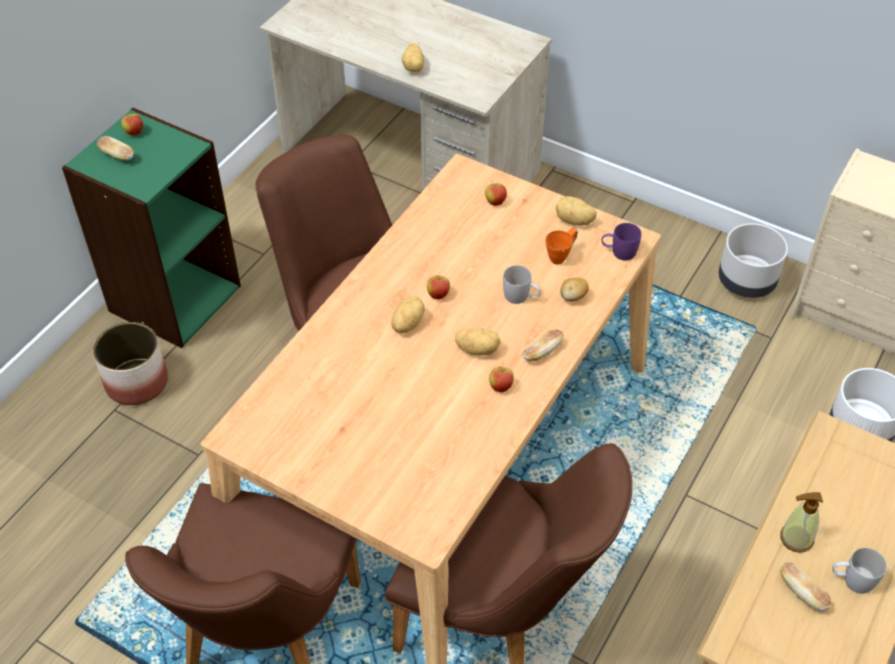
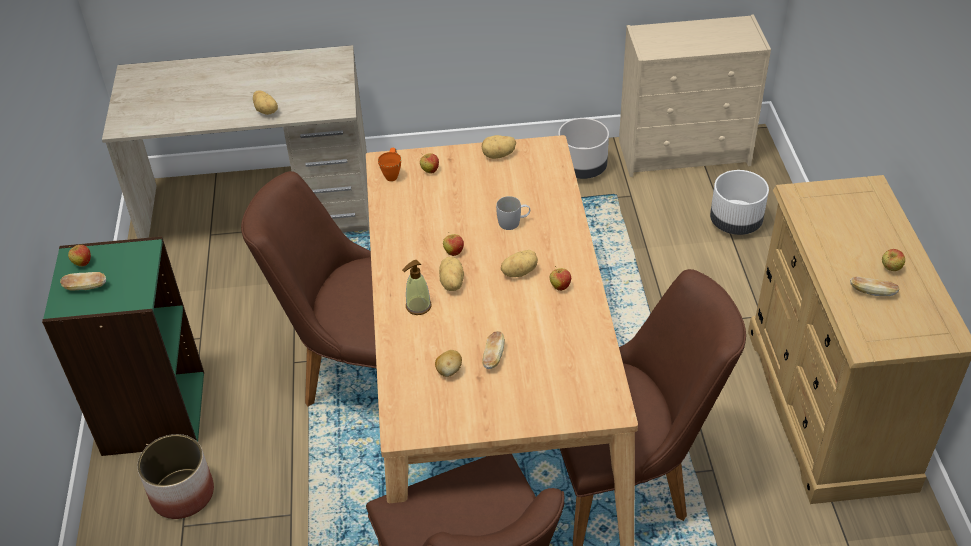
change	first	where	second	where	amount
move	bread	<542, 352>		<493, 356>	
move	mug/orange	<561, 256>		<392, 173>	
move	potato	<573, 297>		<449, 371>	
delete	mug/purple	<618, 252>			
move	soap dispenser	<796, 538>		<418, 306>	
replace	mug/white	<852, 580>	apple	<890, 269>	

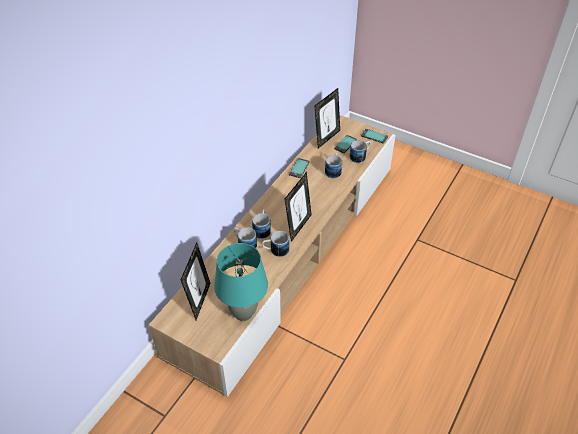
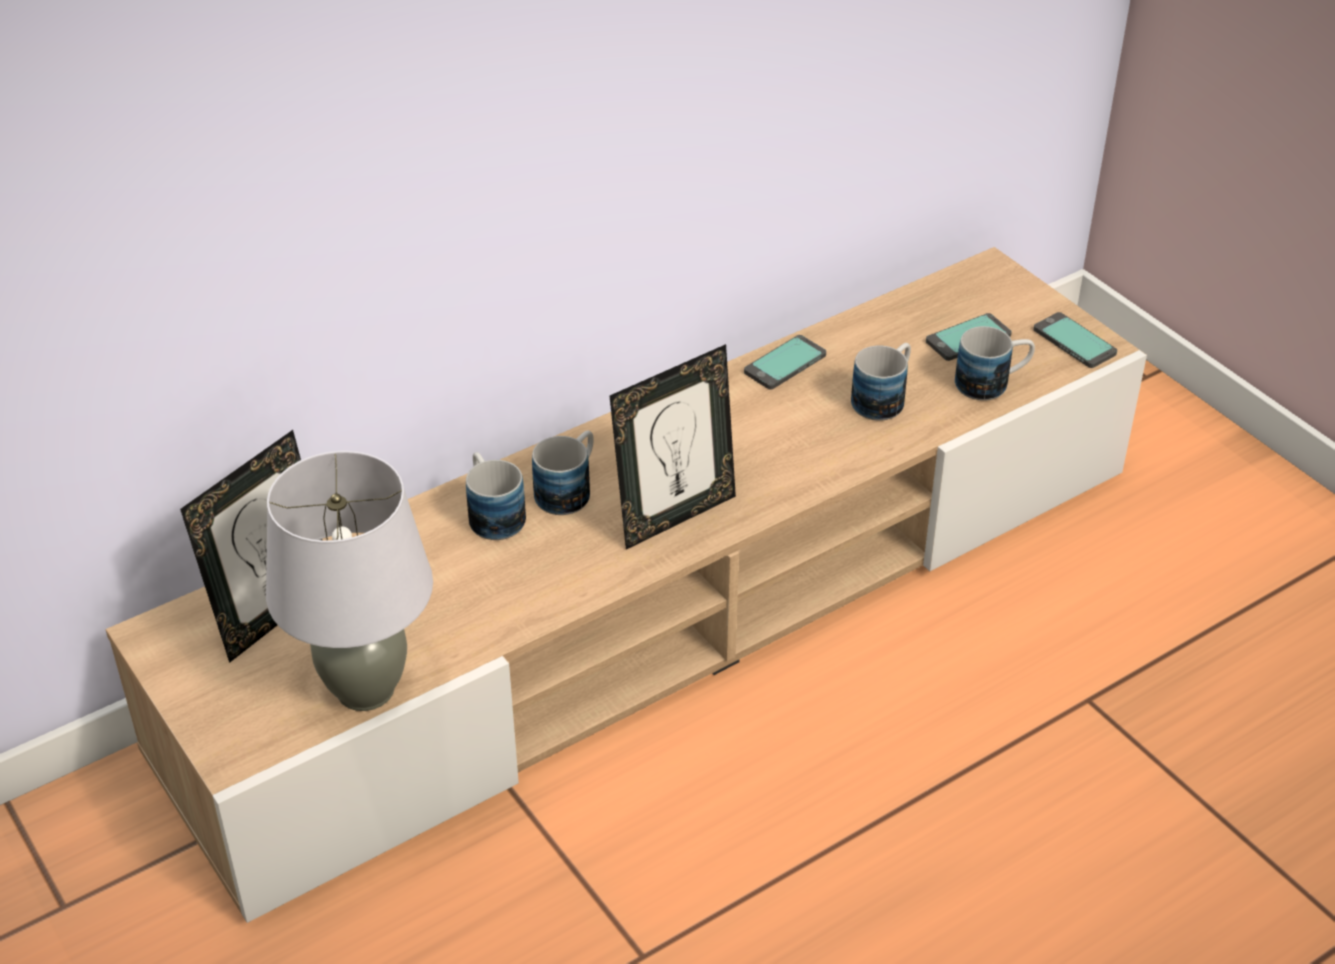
change	first	where	second	where	amount
recolor	table lamp/turquoise	<243, 313>	table lamp/grey	<366, 689>	
delete	mug	<275, 250>			
delete	picture frame	<326, 138>			

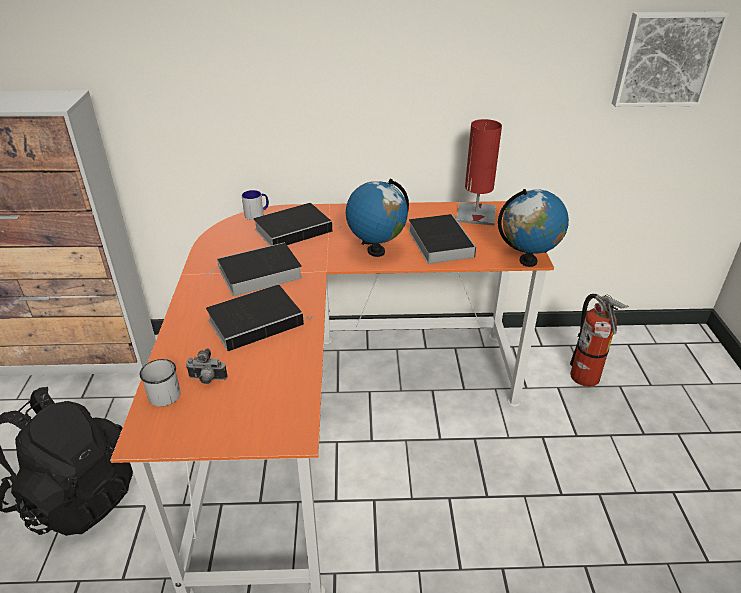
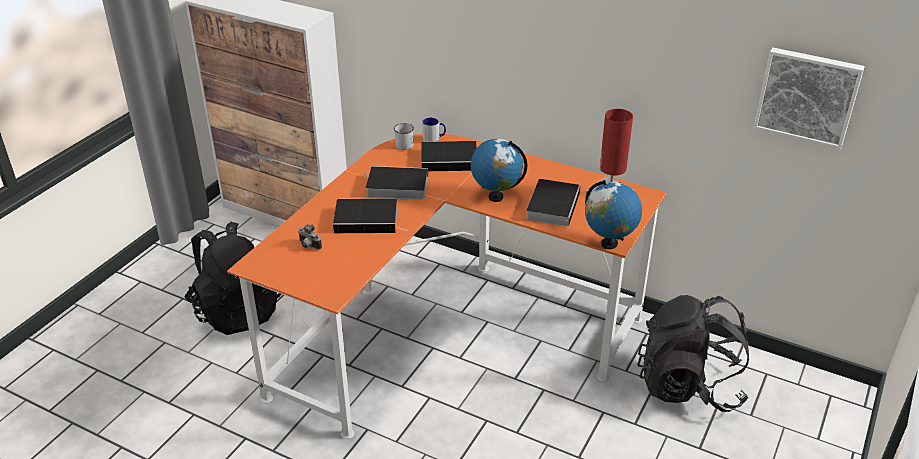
change	first	where	second	where	amount
move	mug/white	<162, 392>		<404, 143>	
replace	fire extinguisher	<585, 380>	backpack/black	<688, 386>	

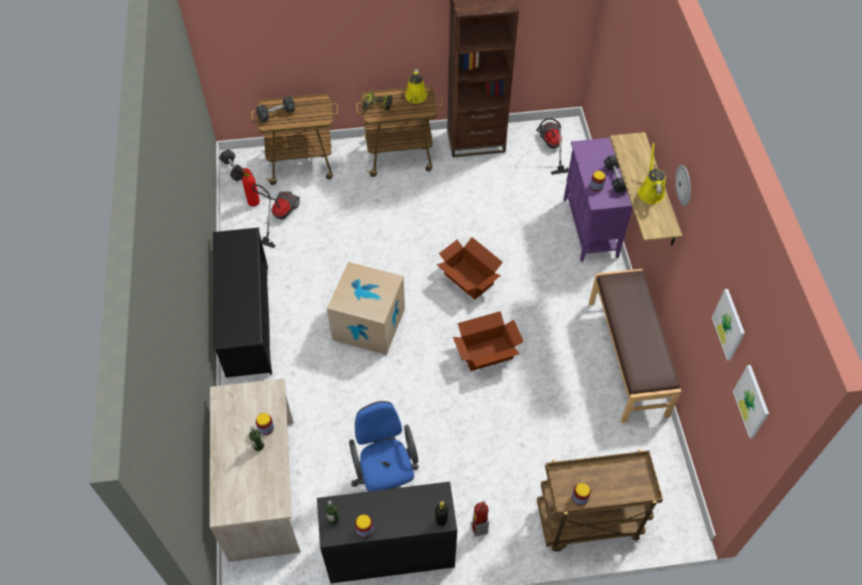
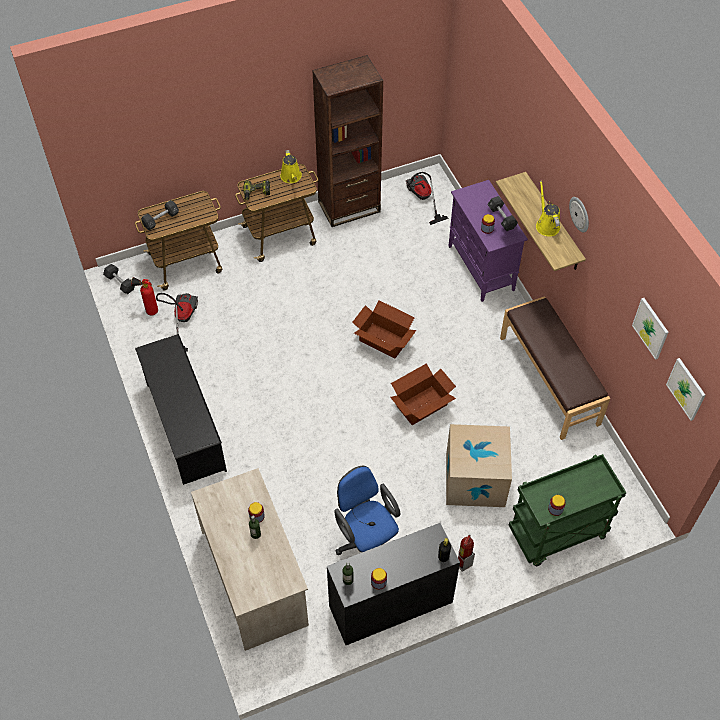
change	first	where	second	where	amount
move	cardboard box	<368, 324>		<475, 480>	
recolor	cart/brown	<587, 523>	cart/green	<557, 535>	

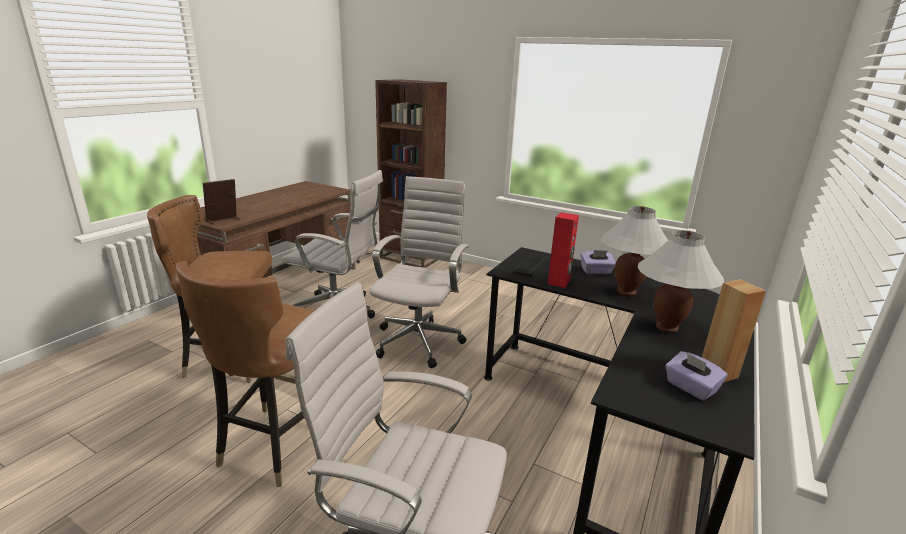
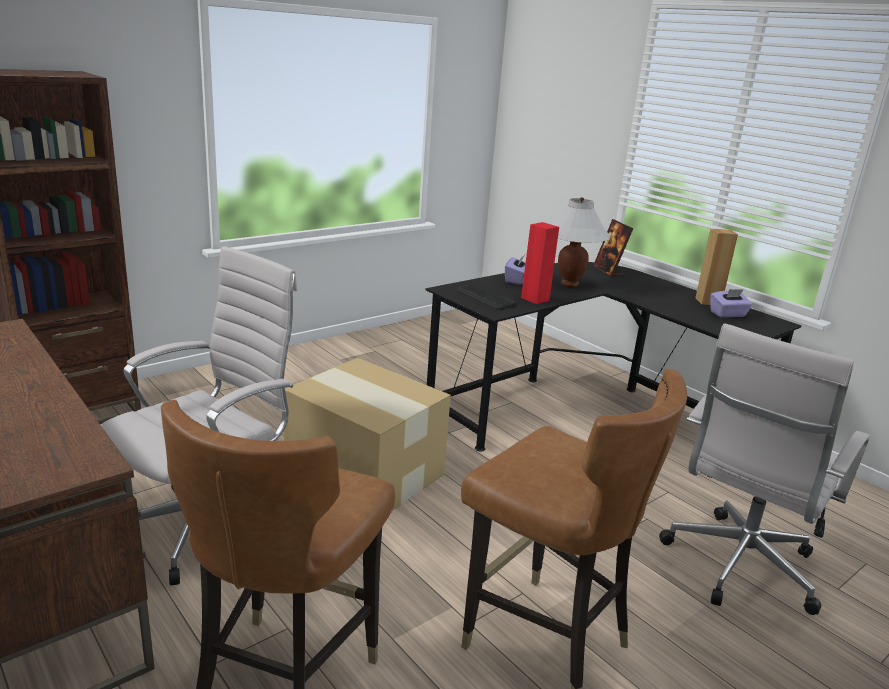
change	first	where	second	where	amount
move	picture frame	<223, 220>		<609, 271>	
replace	office chair/white	<419, 340>	cardboard box	<364, 471>	
delete	table lamp/white	<666, 328>			

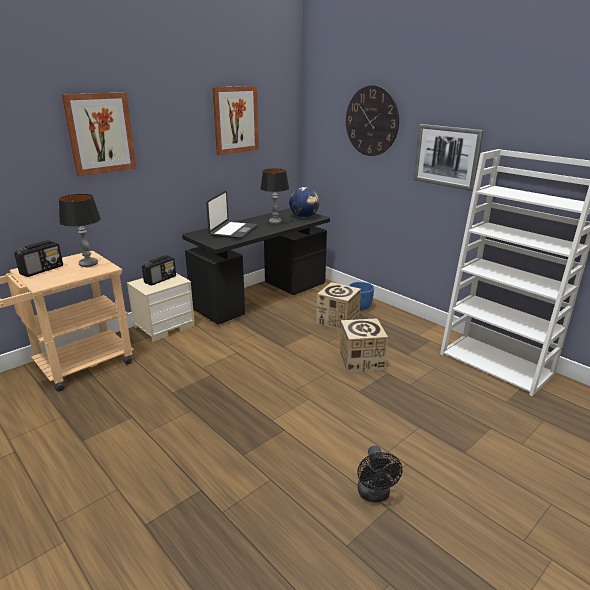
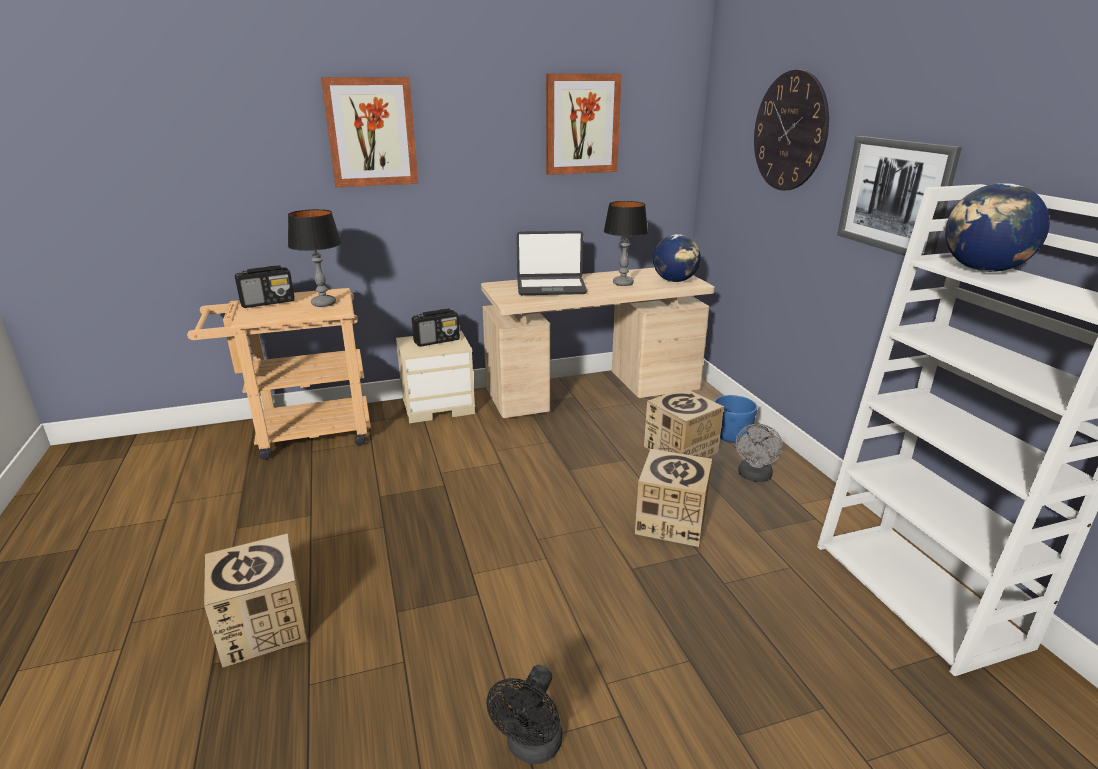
change	first	where	second	where	amount
recolor	desk/black	<261, 297>	desk/beige	<593, 392>	
rotate	laptop	<233, 231>		<551, 287>	45 degrees clockwise
insert			cardboard box	<263, 626>	
insert			fan/grey	<754, 477>	
insert			globe	<983, 270>	

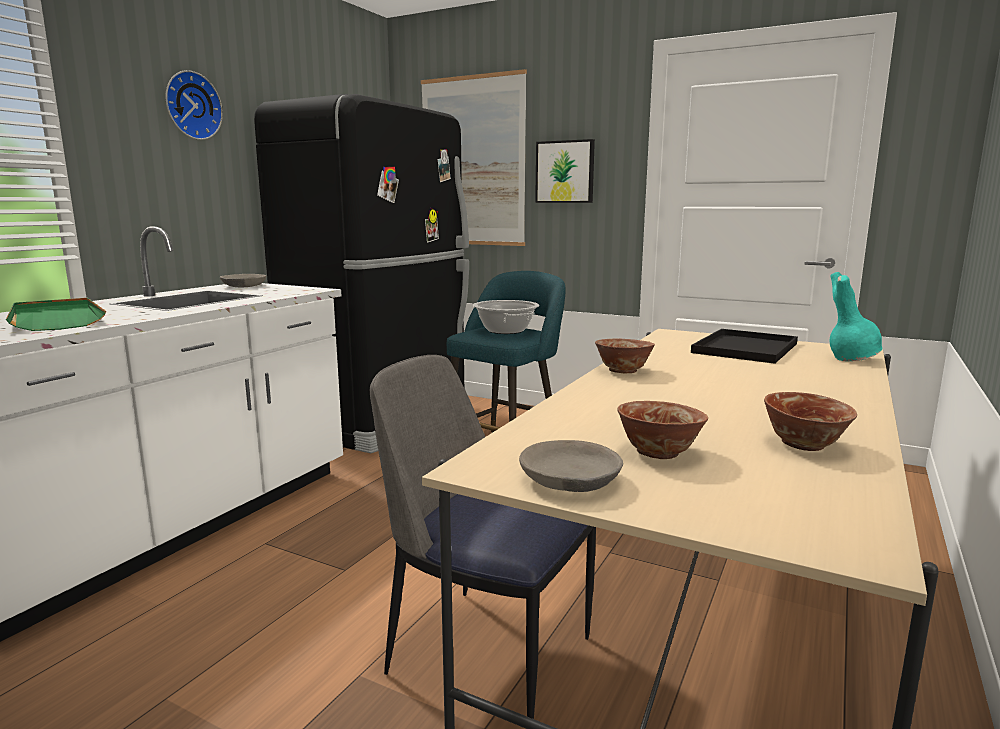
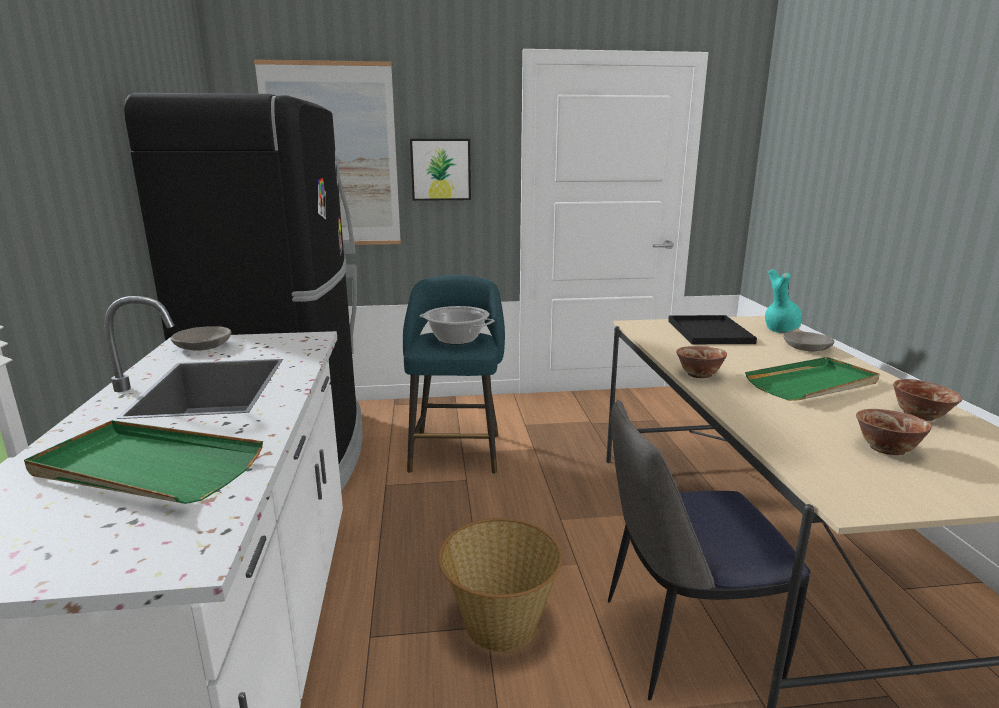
change	first	where	second	where	amount
delete	wall clock	<191, 106>			
move	bowl/grey	<570, 481>		<807, 348>	
insert			basket	<499, 624>	
insert			tray/green	<813, 383>	

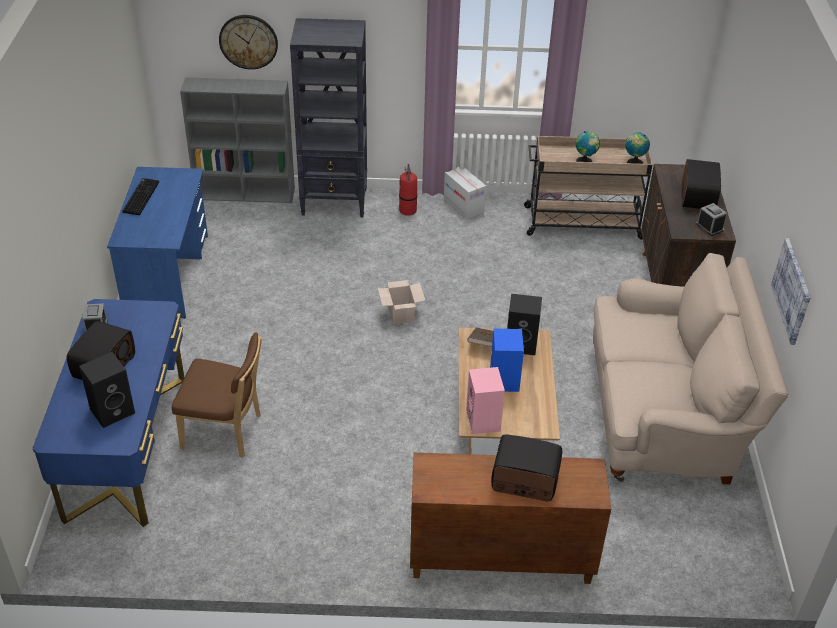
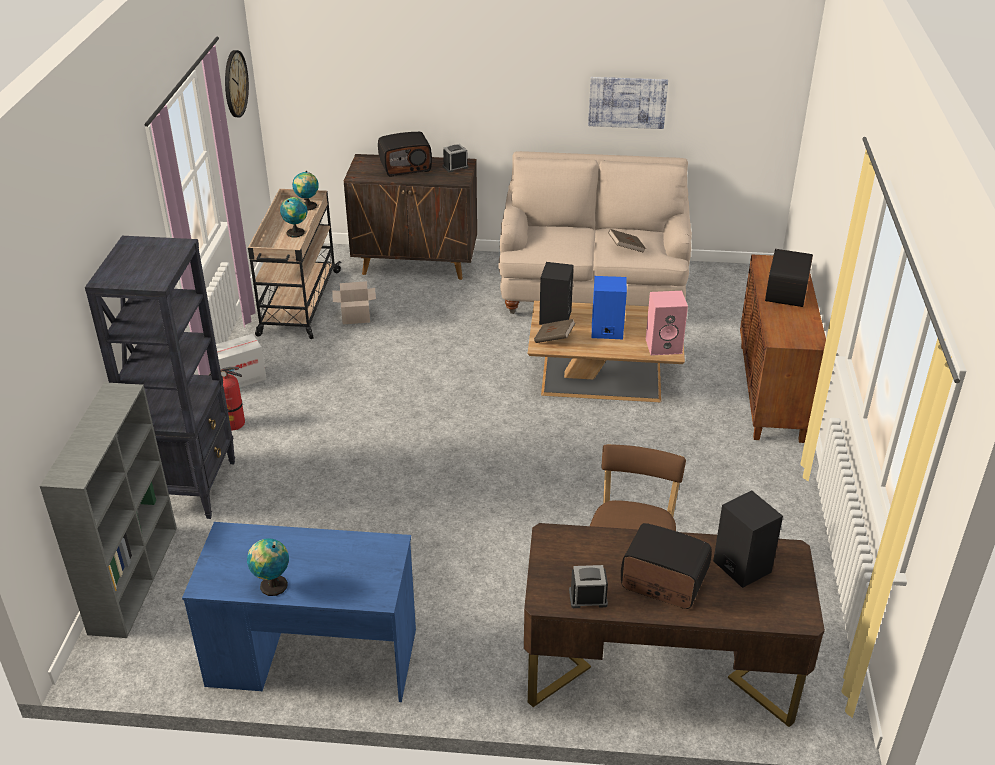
change	first	where	second	where	amount
recolor	desk/blue	<127, 446>	desk/brown	<658, 672>	
replace	keyboard	<140, 197>	globe	<271, 585>	
move	wall clock	<248, 41>		<235, 84>	
move	cardboard box	<400, 314>		<355, 317>	
rotate	radio	<696, 196>		<405, 167>	150 degrees clockwise
insert			book/brown	<626, 248>	

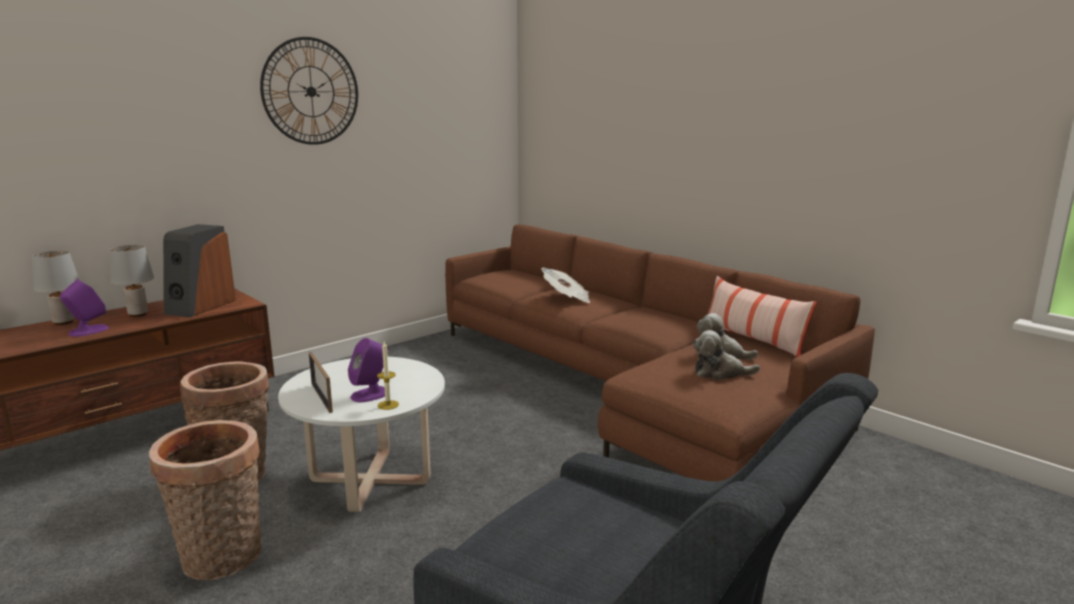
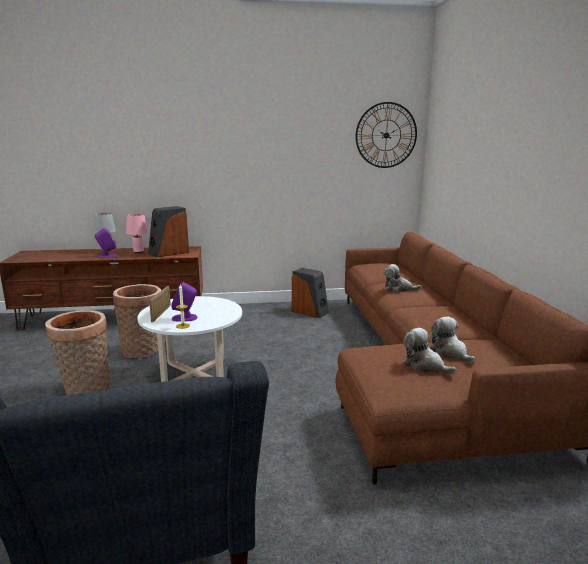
change	first	where	second	where	amount
recolor	table lamp/grey	<137, 314>	table lamp/pink	<138, 252>	
move	wall clock	<311, 91>		<386, 135>	
replace	newspaper	<567, 298>	plush toy	<398, 289>	
delete	pillow	<753, 340>			
insert			speaker	<310, 311>	

